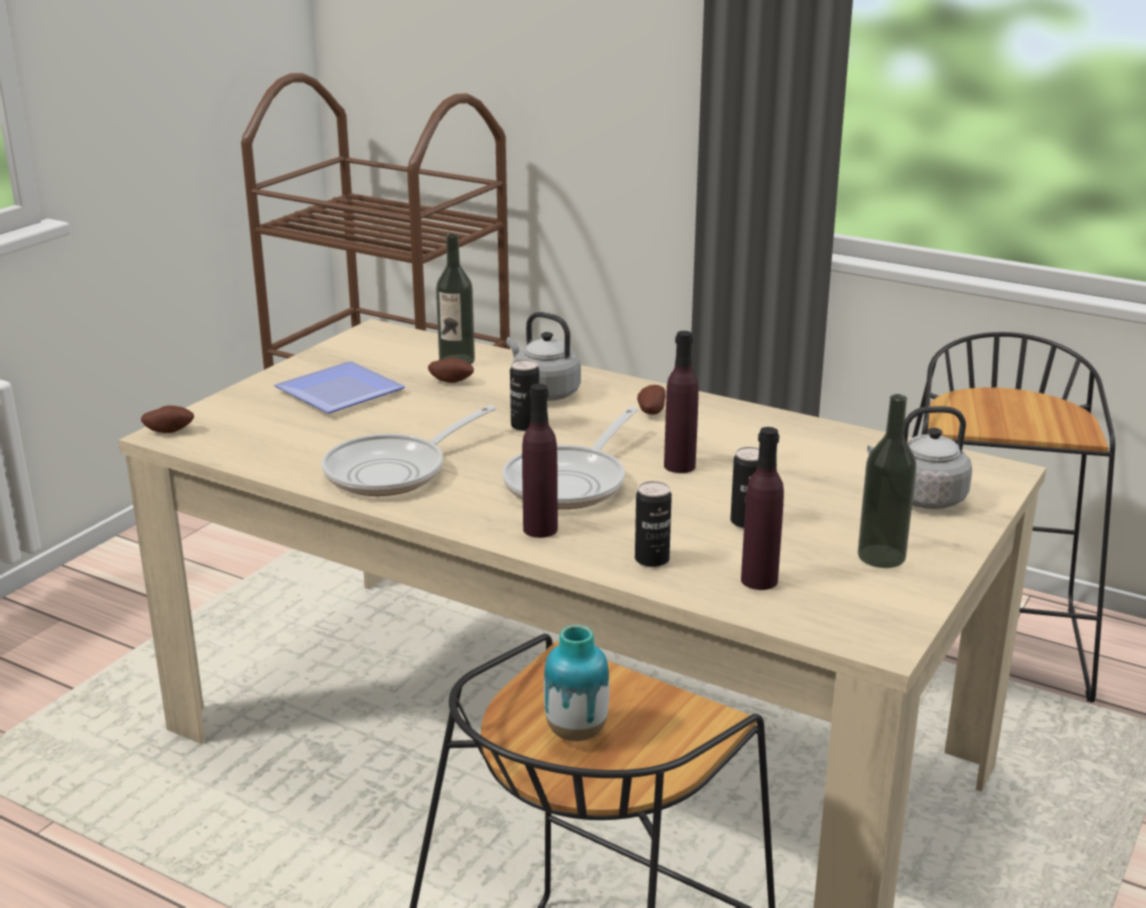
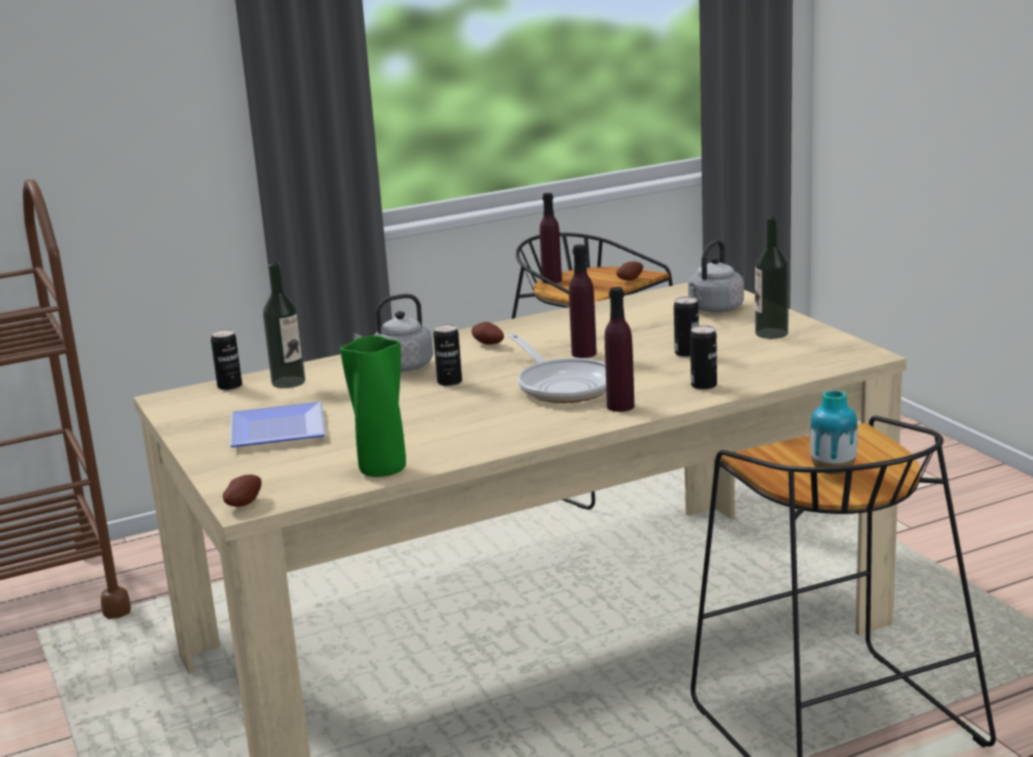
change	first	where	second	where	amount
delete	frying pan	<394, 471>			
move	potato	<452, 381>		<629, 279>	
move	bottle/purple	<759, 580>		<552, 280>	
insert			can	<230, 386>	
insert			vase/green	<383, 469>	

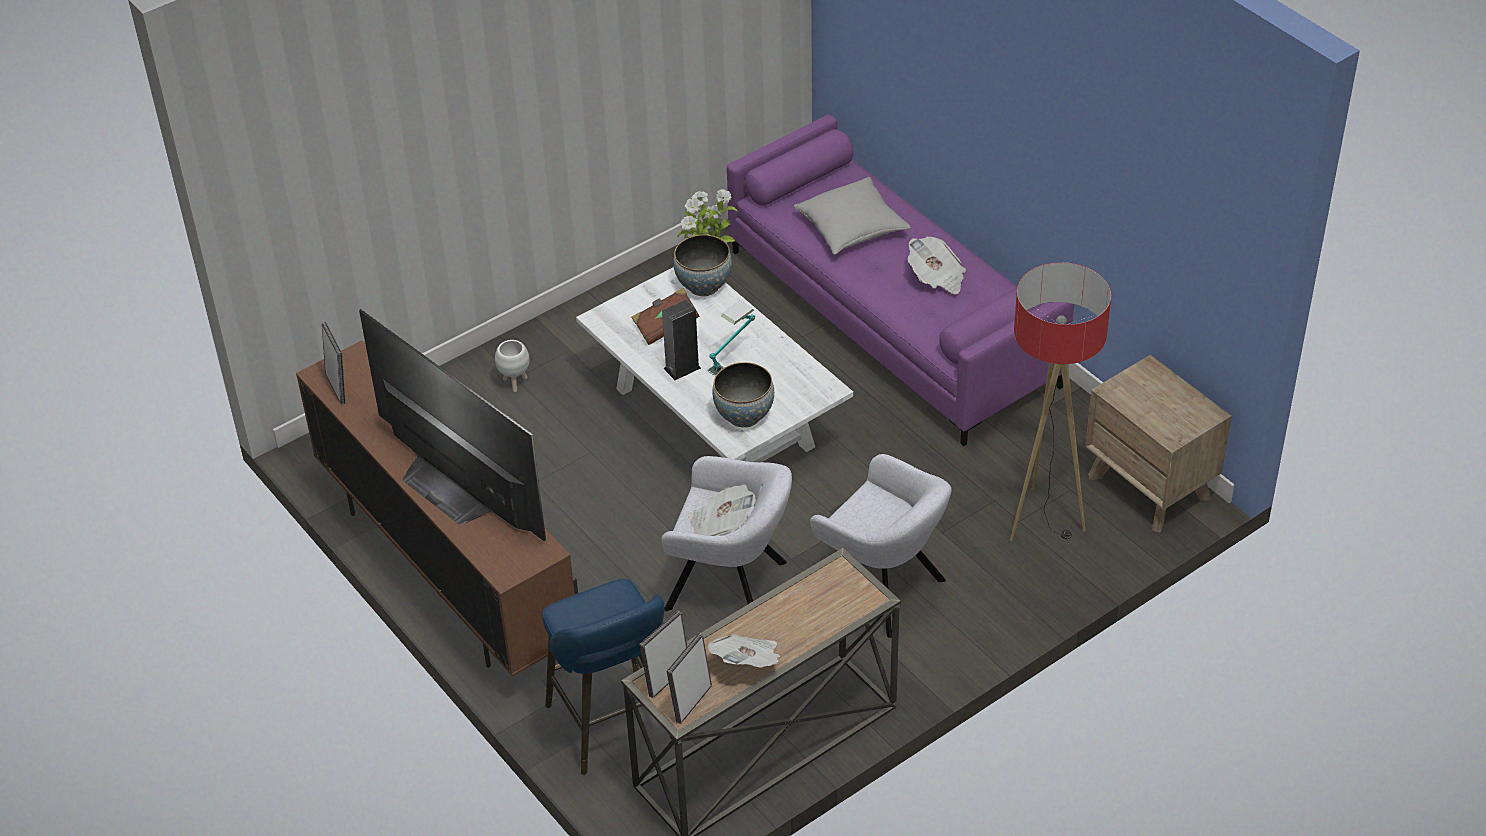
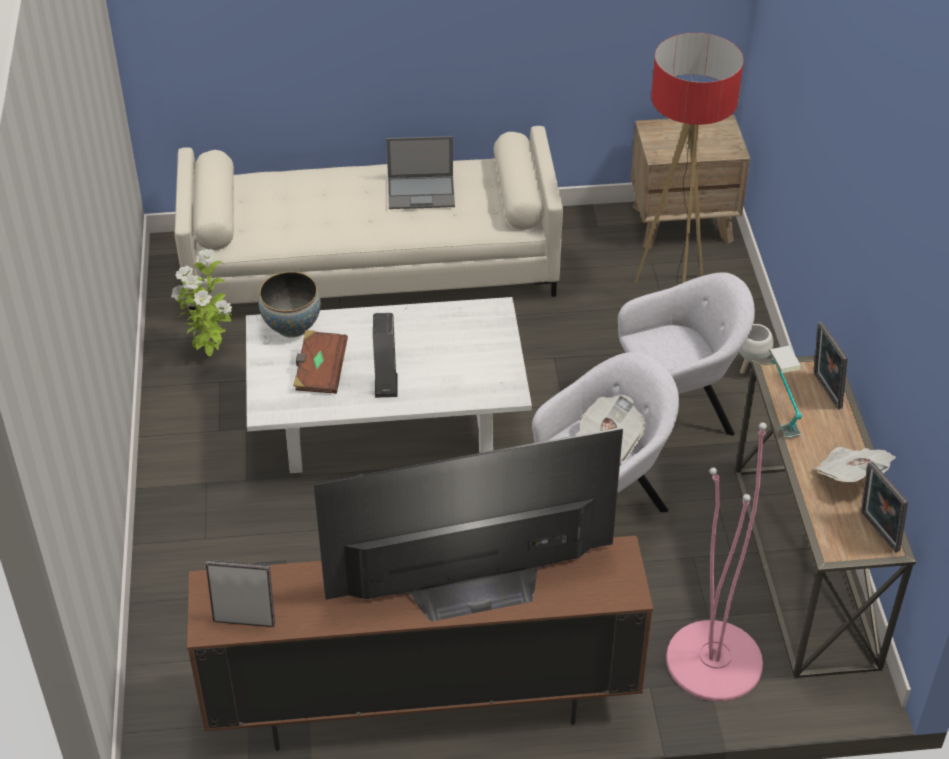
change	first	where	second	where	amount
move	planter/white	<515, 383>		<751, 368>	
replace	stool/blue	<614, 727>	floor lamp/pink	<714, 660>	
move	picture frame	<666, 678>		<824, 391>	
move	table lamp	<732, 360>		<780, 413>	
delete	bowl	<744, 416>			
recolor	sofa/purple	<894, 318>	sofa/beige	<372, 266>	
delete	pillow/grey	<851, 228>			
replace	newspaper	<936, 278>	laptop	<422, 192>	

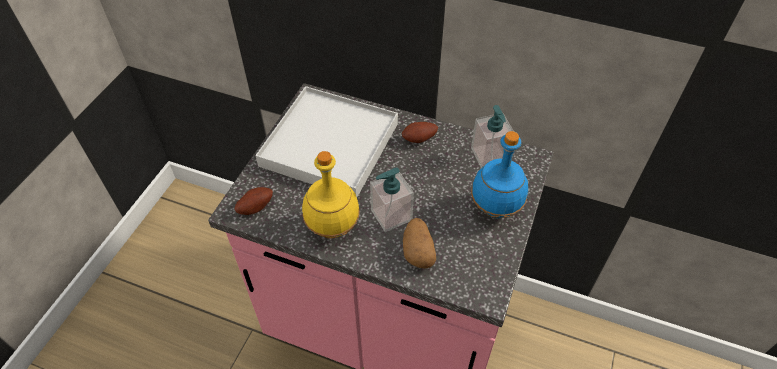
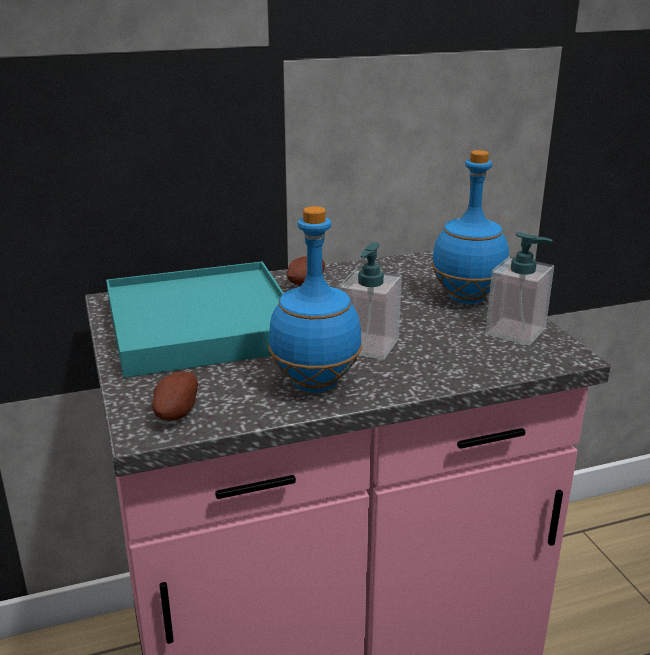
change	first	where	second	where	amount
recolor	tray/white	<330, 144>	tray/turquoise	<202, 325>	
recolor	bottle/yellow	<333, 228>	bottle/blue	<316, 384>	
delete	potato	<418, 251>			
move	soap dispenser	<489, 155>		<516, 331>	

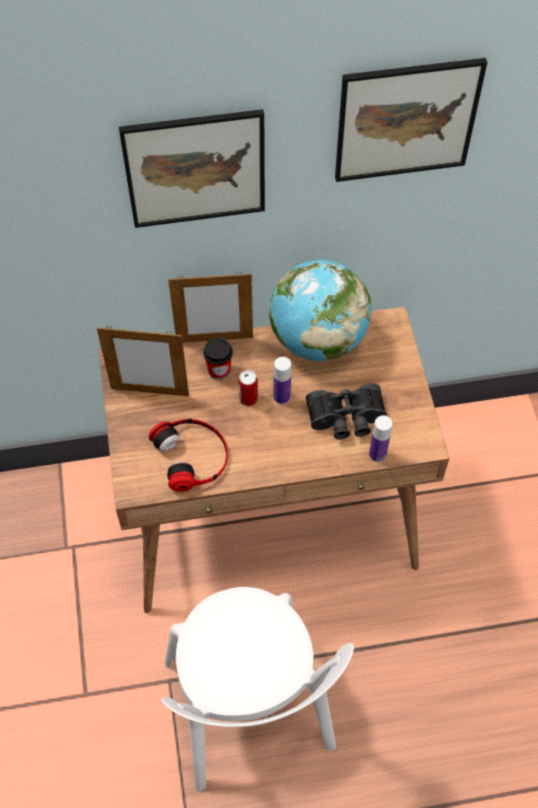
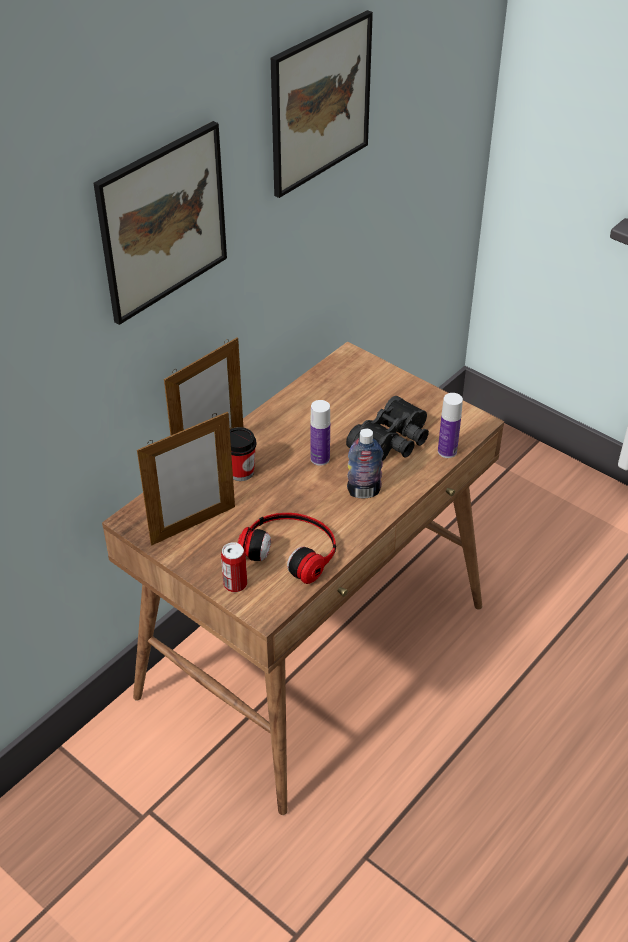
change	first	where	second	where	amount
delete	chair/white	<250, 712>			
move	can	<248, 398>		<235, 584>	
delete	globe	<318, 339>			
insert			bottle	<364, 492>	

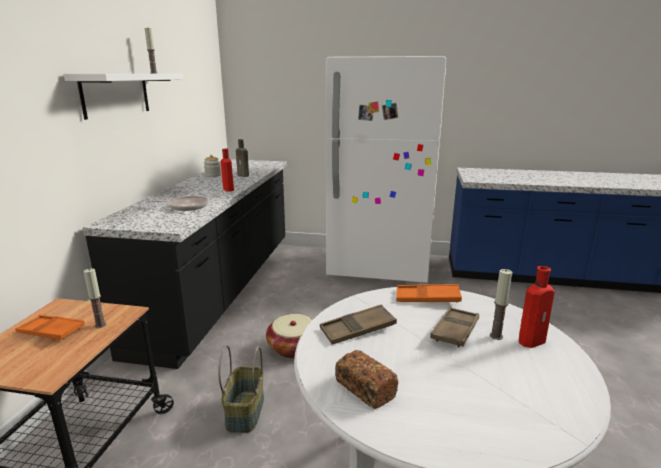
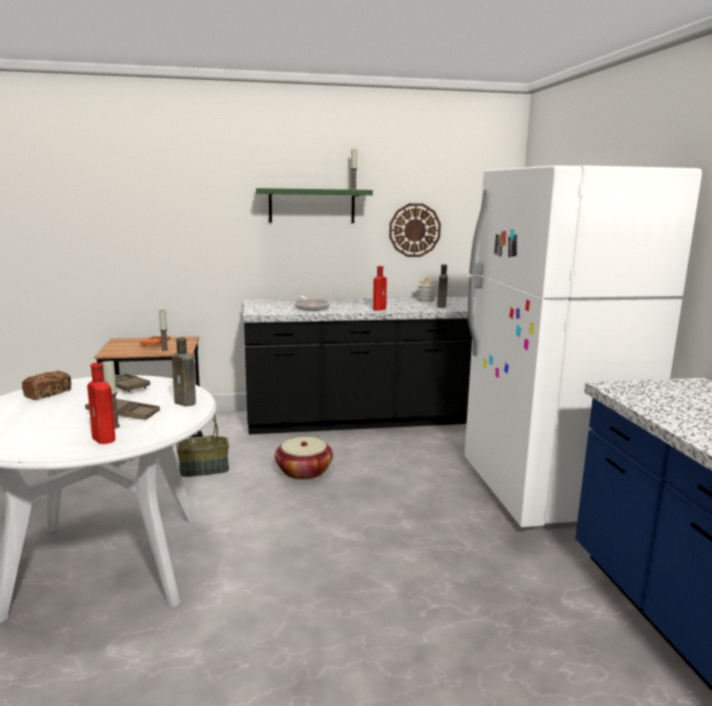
change	first	where	second	where	amount
recolor	shelf/white	<116, 94>	shelf/green	<312, 205>	
replace	tray/orange	<427, 298>	bottle/brown	<186, 403>	
insert			wall clock	<414, 230>	

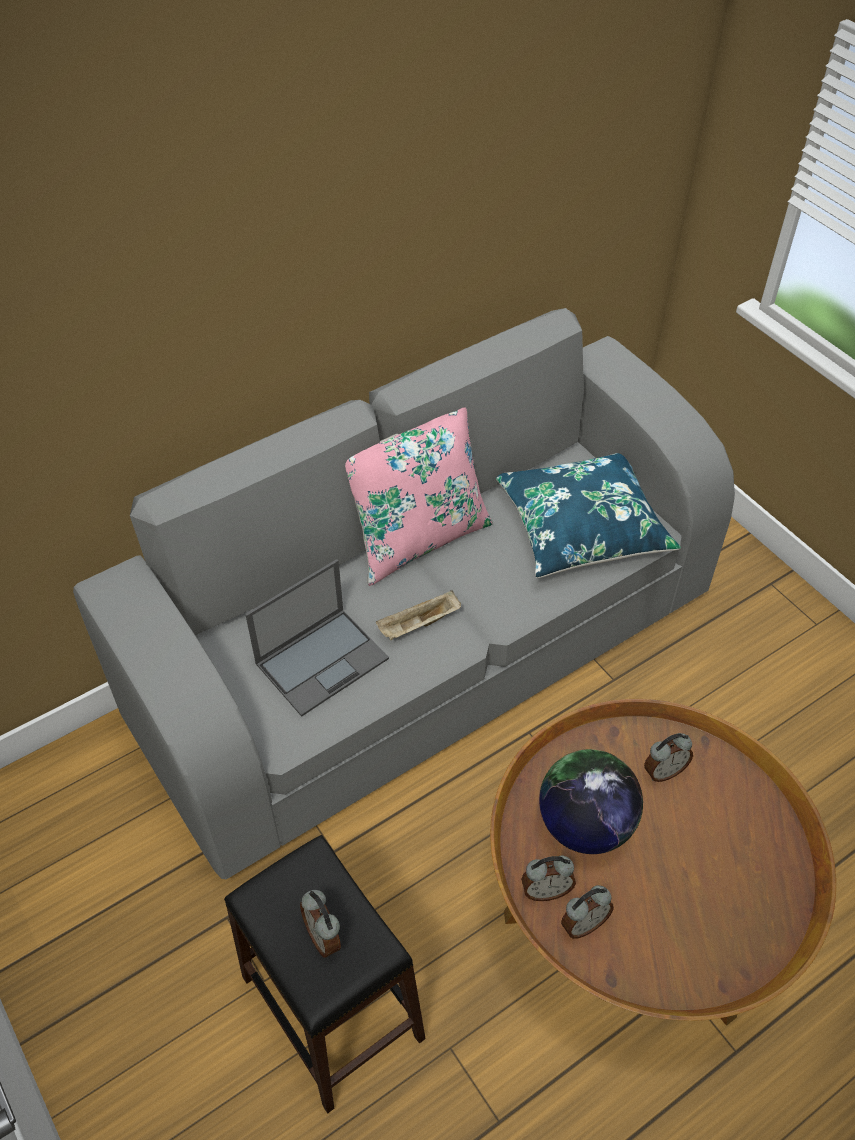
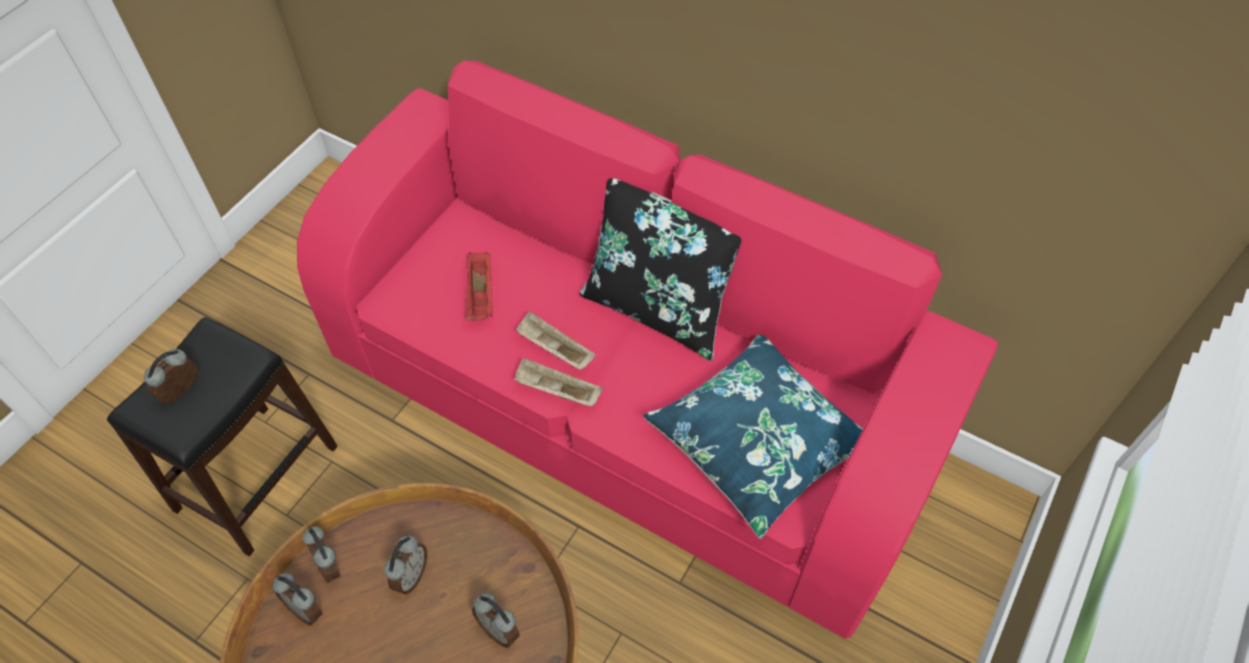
change	first	where	second	where	amount
recolor	sofa/grey	<428, 652>	sofa/pink	<625, 407>	
replace	laptop	<323, 660>	tray/red	<481, 296>	
recolor	pillow/pink	<418, 538>	pillow/black	<658, 309>	
replace	globe	<584, 824>	alarm clock	<410, 576>	
insert			tray/beige	<556, 391>	

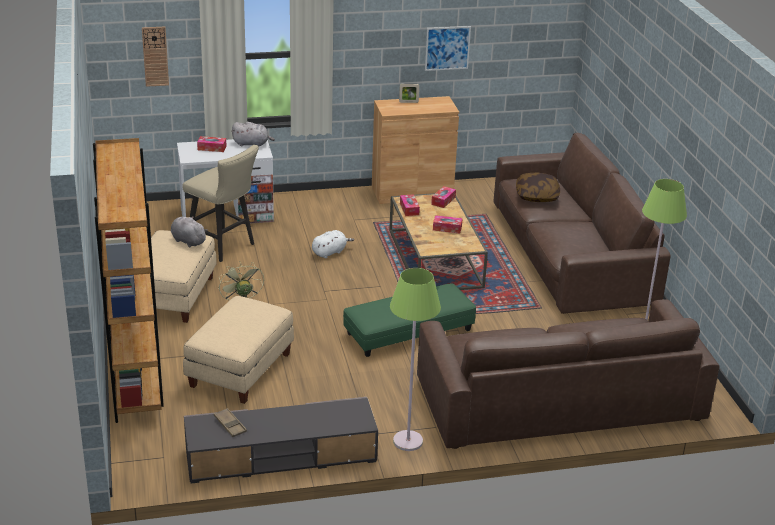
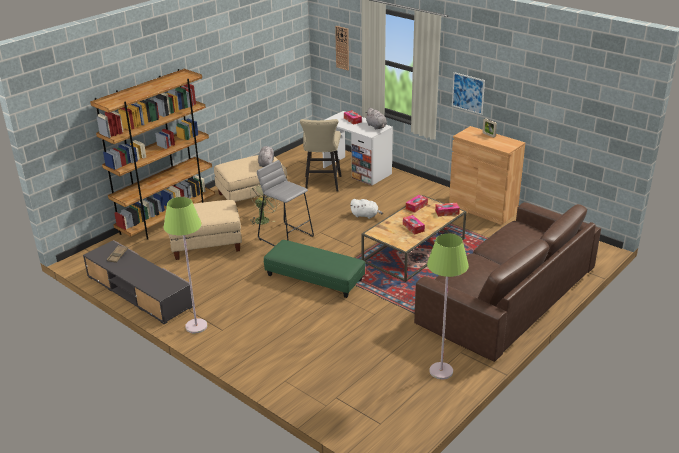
change	first	where	second	where	amount
delete	sofa/brown	<558, 398>			
move	picture	<447, 48>		<468, 93>	
delete	pillow	<537, 195>			
insert			stool/grey	<286, 237>	

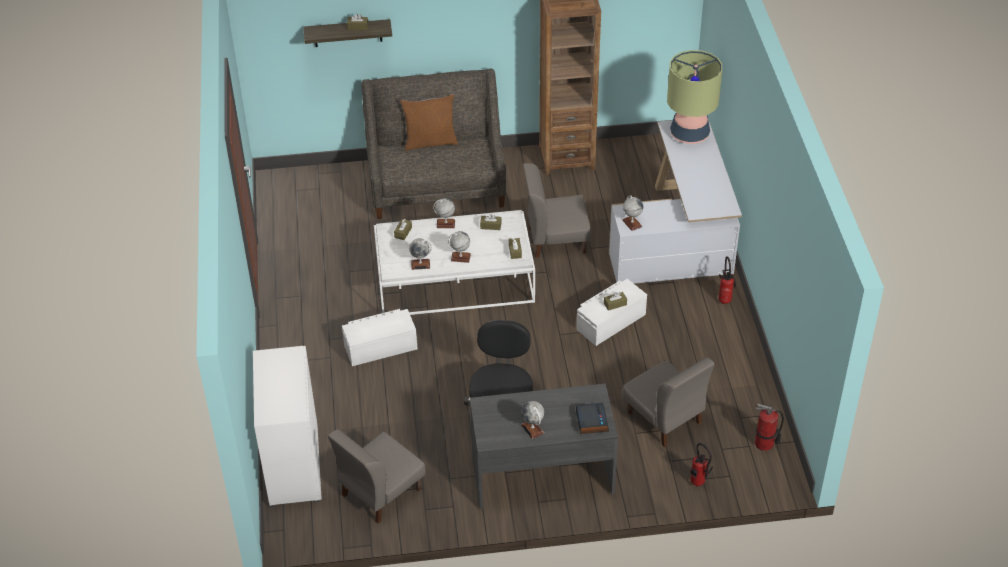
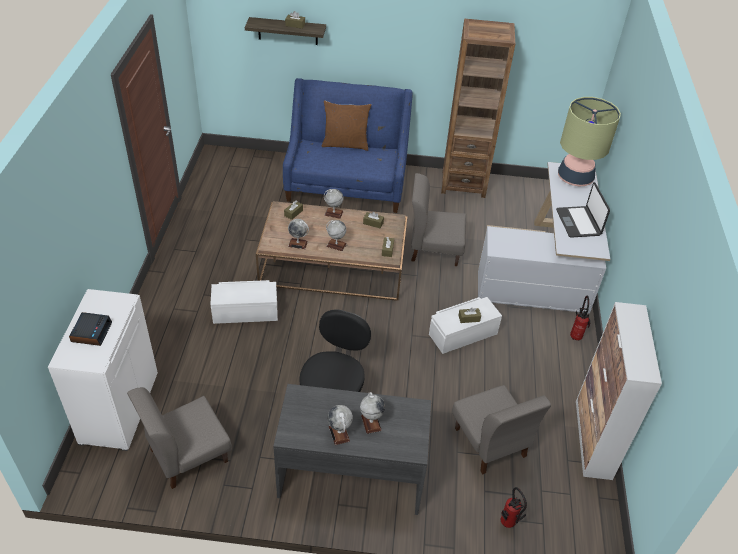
change	first	where	second	where	amount
recolor	sofa/grey	<436, 186>	sofa/blue	<346, 185>	
recolor	coffee table/white	<455, 280>	coffee table/brown	<334, 266>	
move	alarm clock	<591, 421>		<91, 332>	
move	globe	<632, 223>		<371, 423>	
delete	fire extinguisher	<764, 444>			
insert			laptop	<579, 222>	
insert			cabinet	<593, 439>	

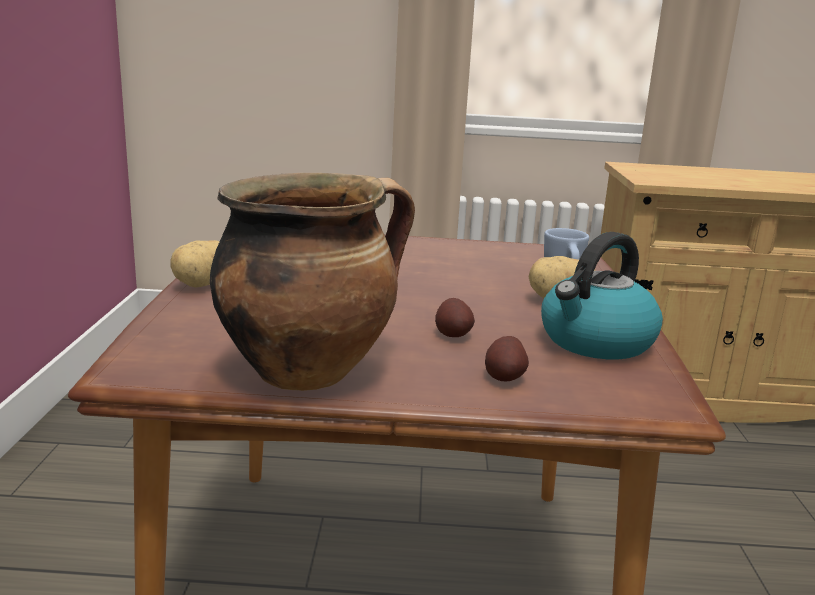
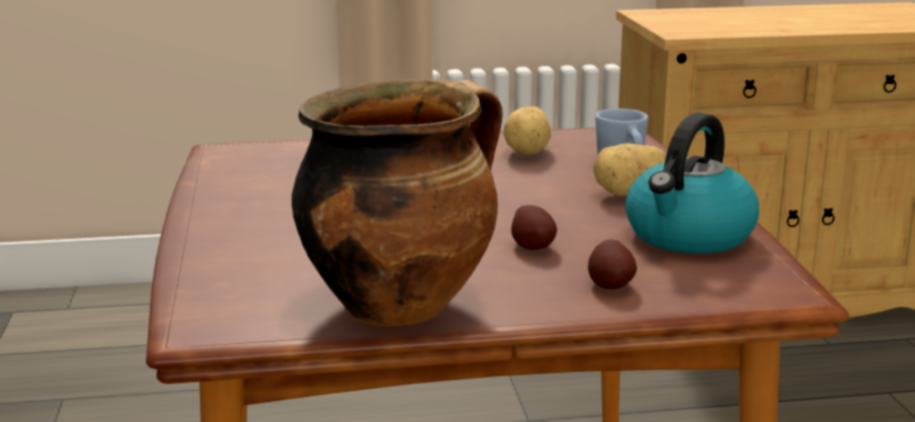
change	first	where	second	where	amount
move	potato	<204, 284>		<529, 152>	

